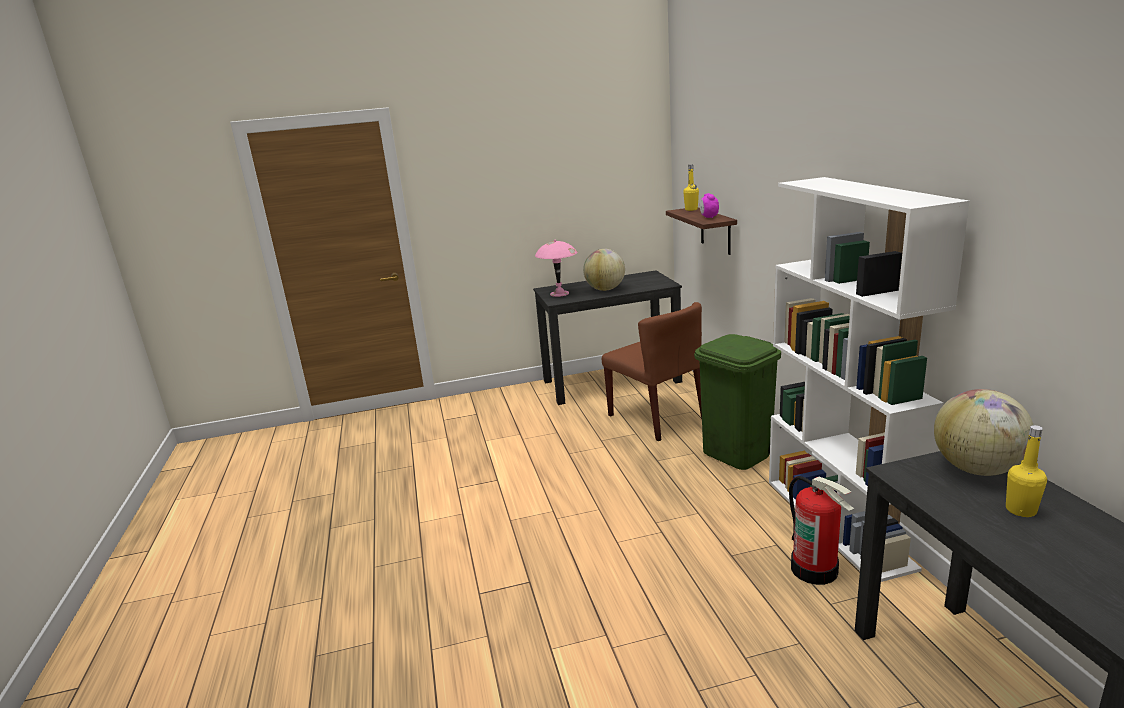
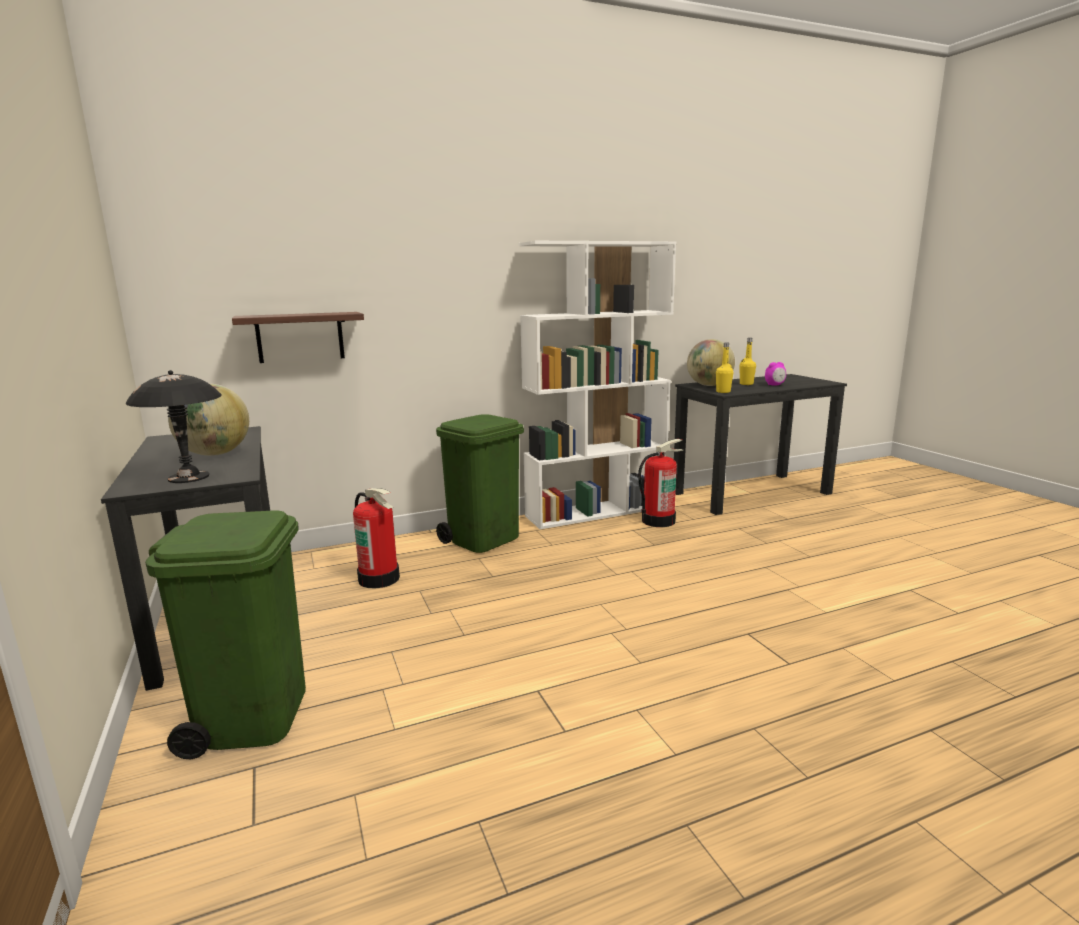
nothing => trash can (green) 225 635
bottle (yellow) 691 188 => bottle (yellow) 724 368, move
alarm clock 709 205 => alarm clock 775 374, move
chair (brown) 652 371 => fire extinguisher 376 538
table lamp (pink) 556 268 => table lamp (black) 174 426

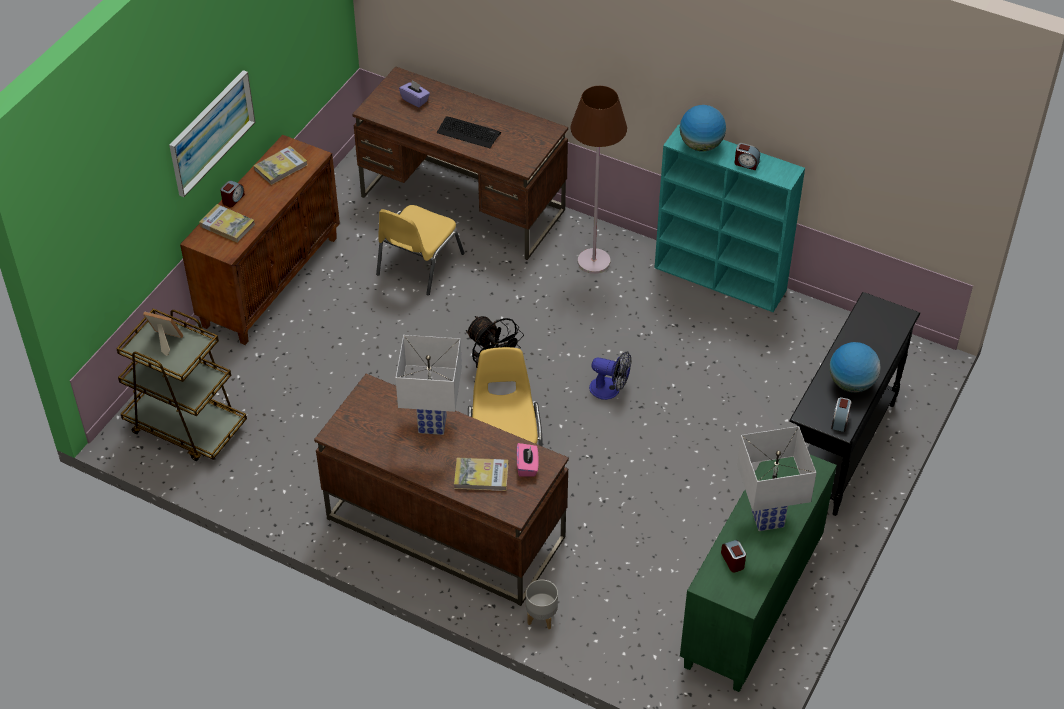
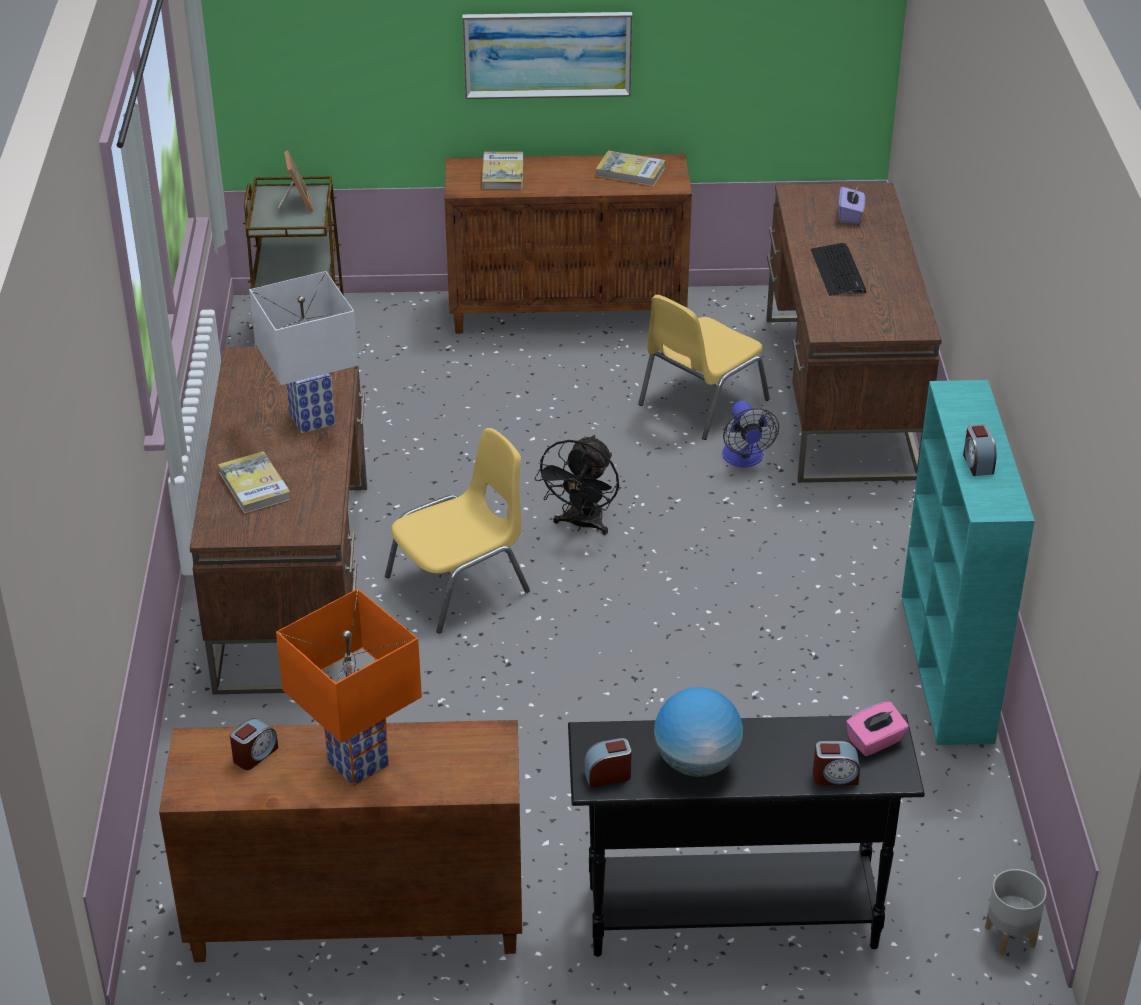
floor lamp (brown) 599 180 => nothing
globe 703 128 => nothing
alarm clock 232 193 => alarm clock 836 763, move
tissue box (pink) 528 460 => tissue box (pink) 877 729, move
planter (grey) 542 604 => planter (grey) 1016 912, move
fan 610 375 => fan 750 434, move
cabinet (green) 758 573 => cabinet (brown) 340 841
table lamp (white) 776 478 => table lamp (orange) 349 687
chair (yellow) 420 250 => chair (yellow) 704 367, 45 degrees counterclockwise

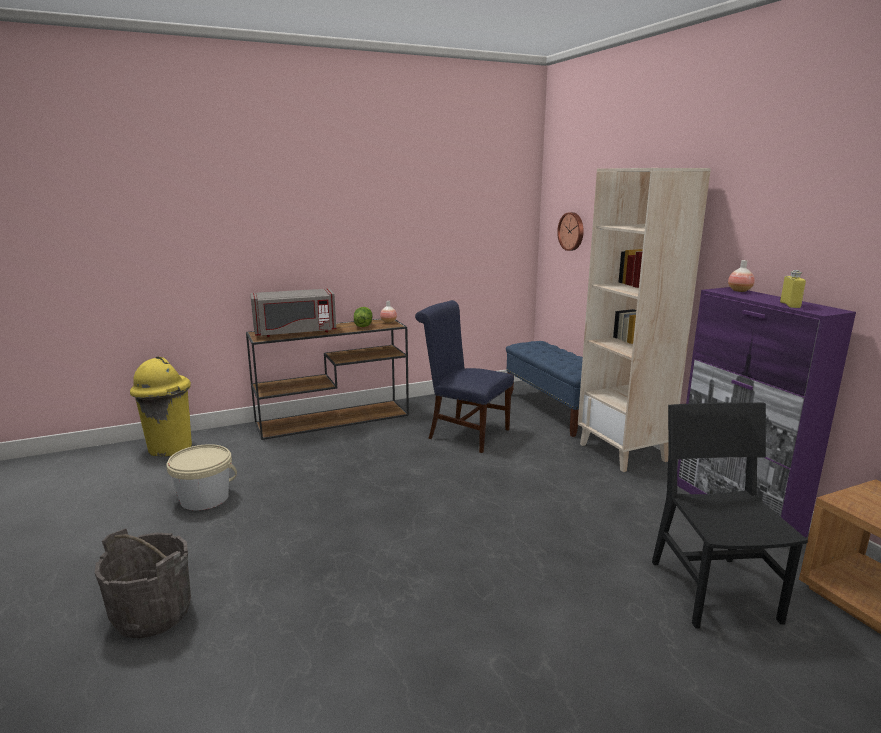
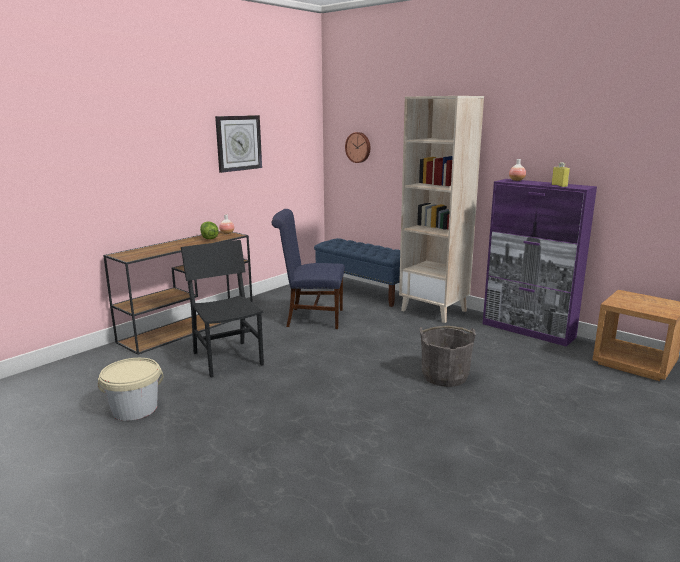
trash can (yellow) 161 407 => nothing
microwave (grey) 293 313 => nothing
nothing => wall clock 238 144
bucket (grey) 143 583 => bucket (grey) 448 356, move
chair (black) 730 515 => chair (black) 222 309, move

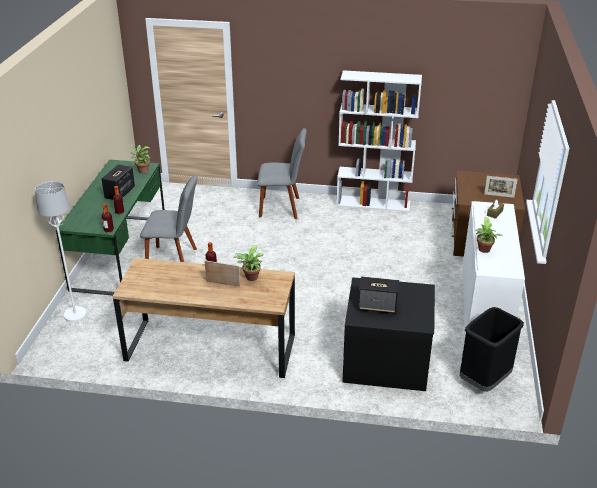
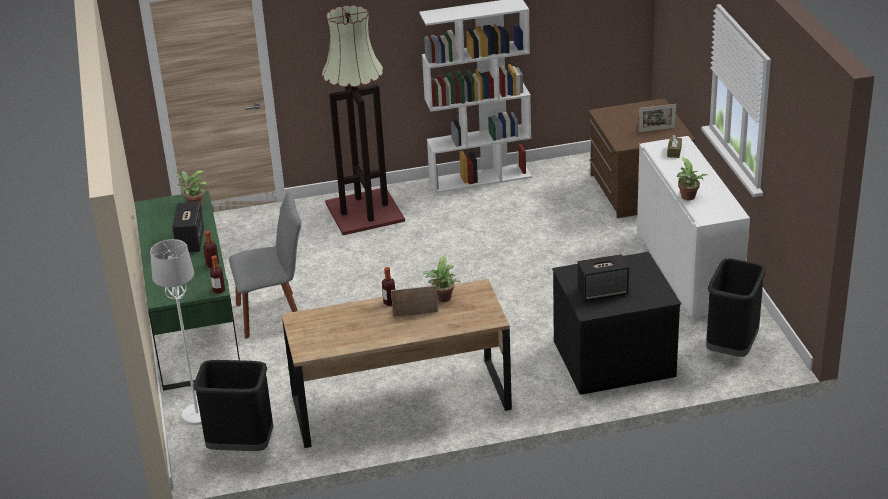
nothing => trash can (black) 233 405
chair (grey) 282 173 => floor lamp 363 119

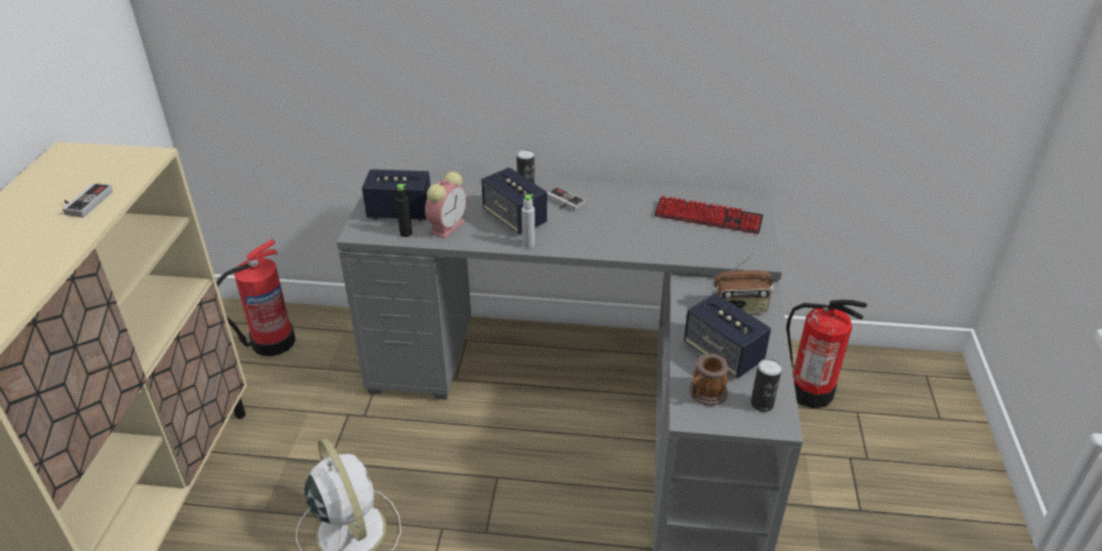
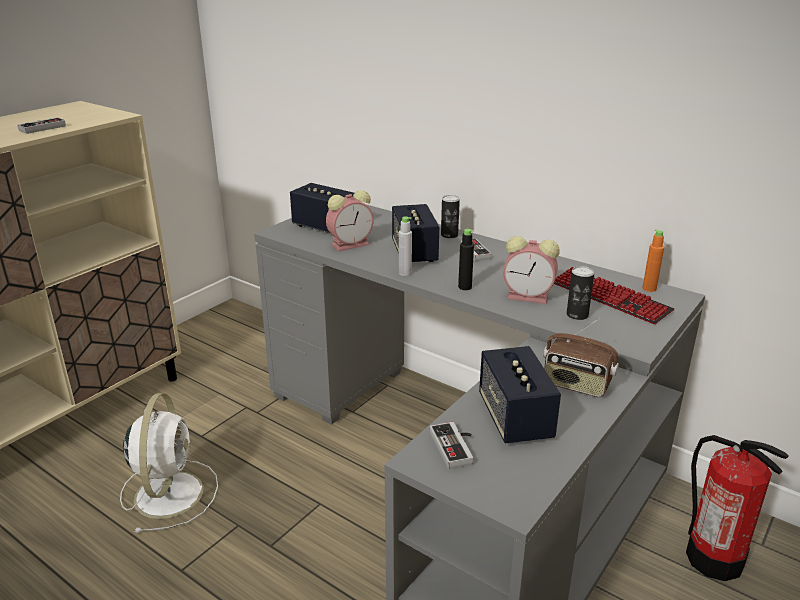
fire extinguisher 256 297 => nothing
nothing => alarm clock 531 270
nothing => bottle (orange) 653 260
bottle (black) 403 210 => bottle (black) 466 259, move
can 766 385 => can 580 293, move
mug 708 380 => game controller 451 445

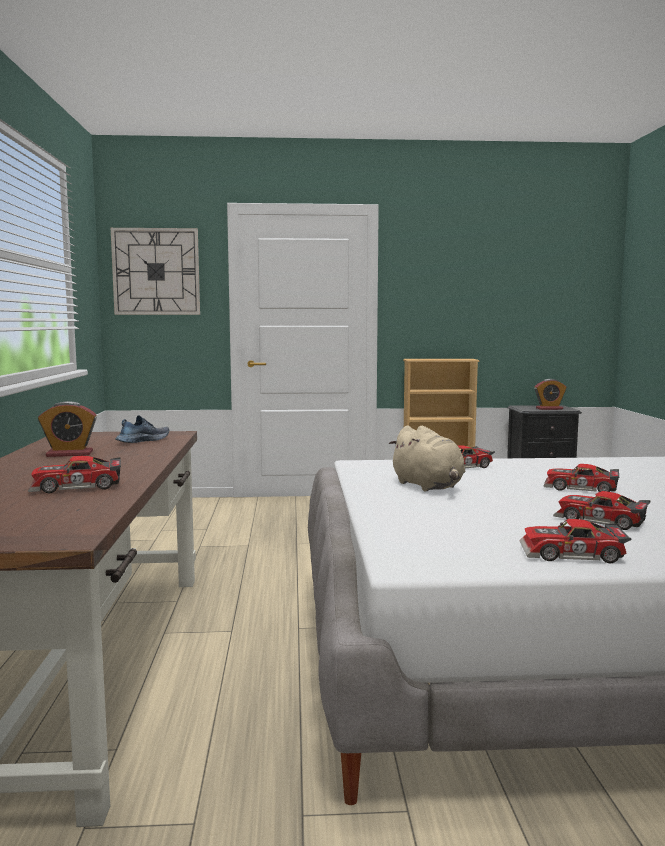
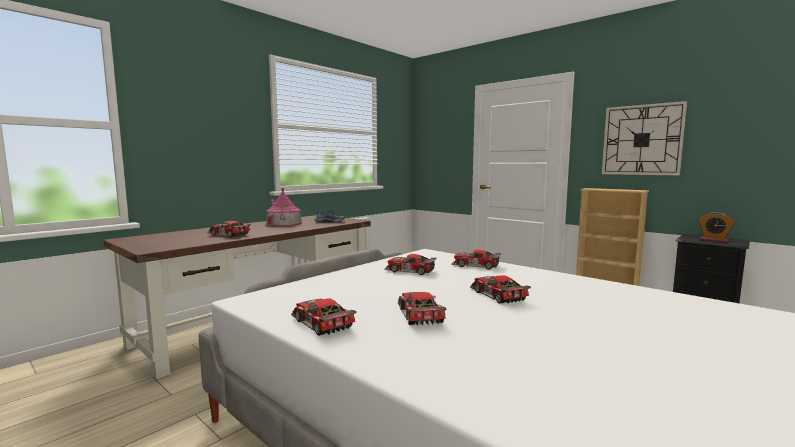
wall clock 155 271 => wall clock 644 138, move
alarm clock 67 429 => toy house 283 207
plush toy (beige) 427 458 => toy car 410 264

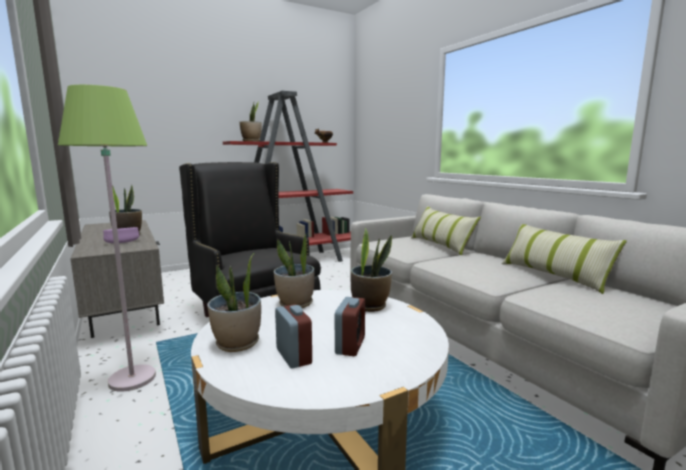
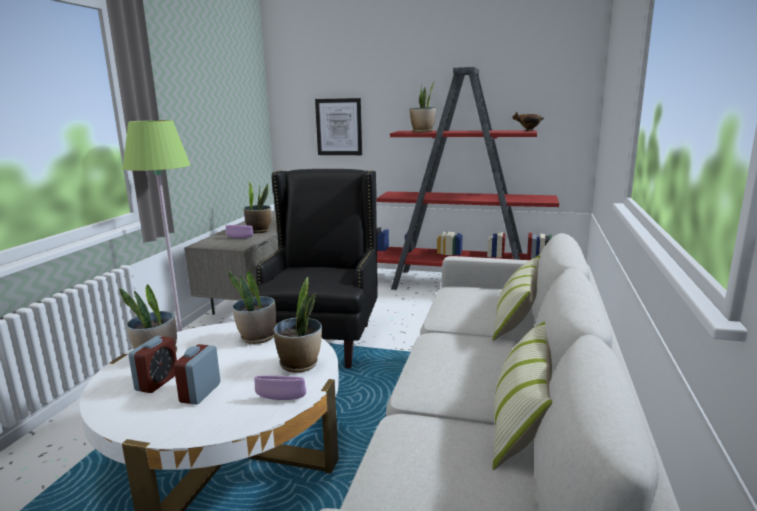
nothing => bowl (purple) 280 388
nothing => picture 338 126
alarm clock 350 326 => alarm clock 197 374, 135 degrees clockwise

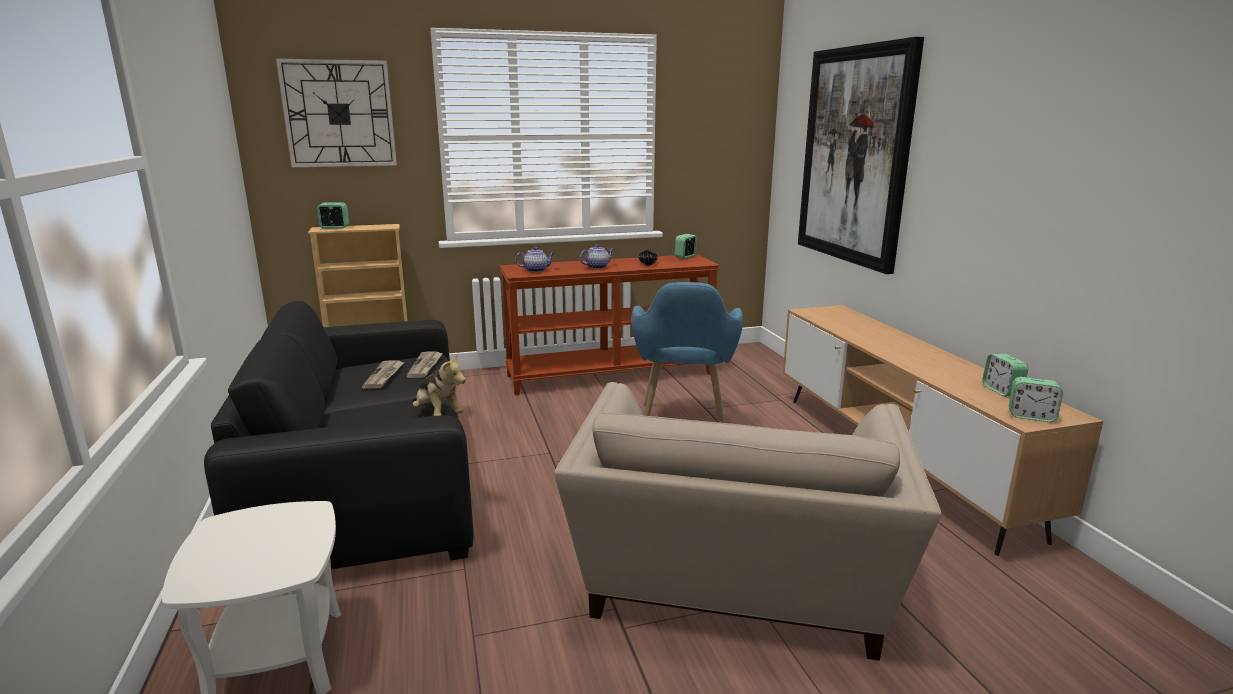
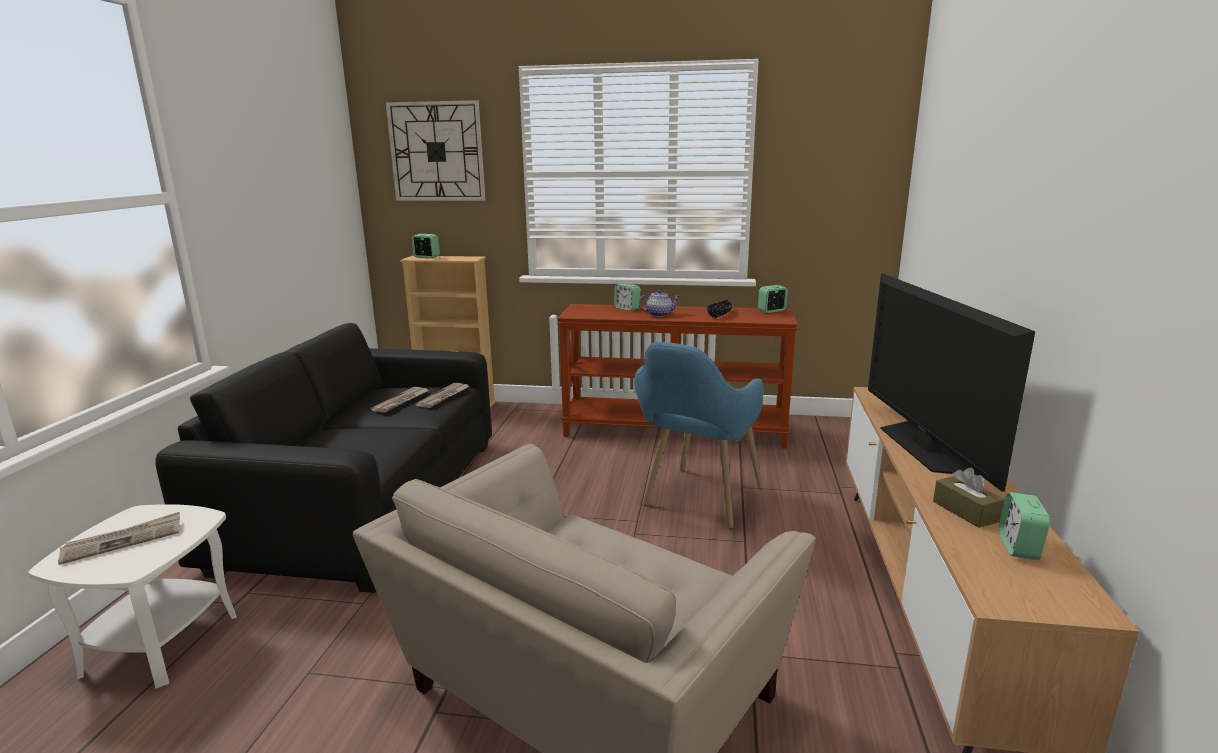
plush toy 439 385 => nothing
teapot 535 259 => nothing
picture 861 155 => nothing
nothing => newspaper 119 538
nothing => television 951 383
nothing => tissue box (brown) 969 497
alarm clock 1036 399 => alarm clock 627 297, move

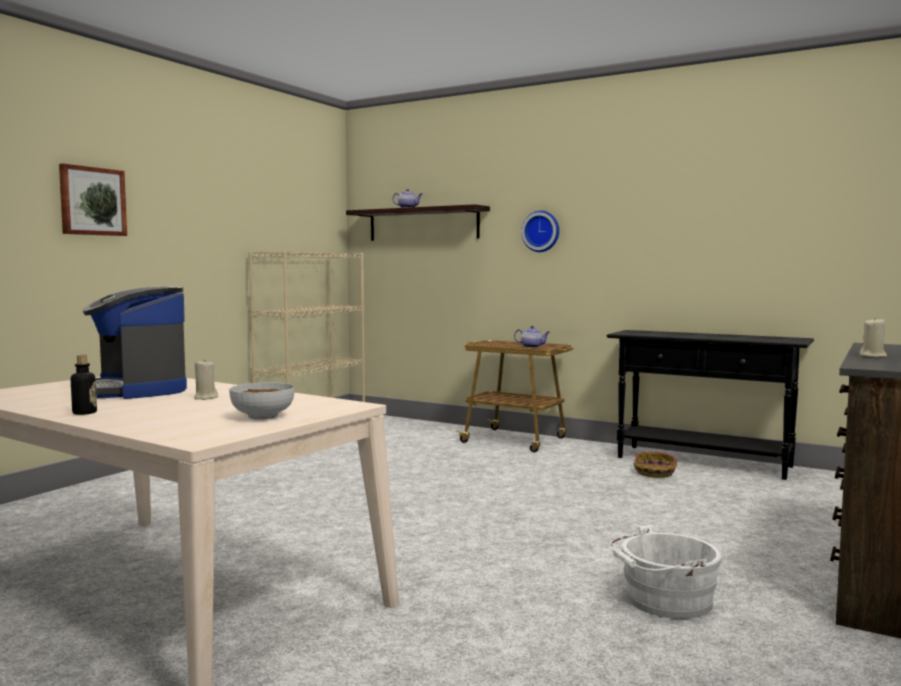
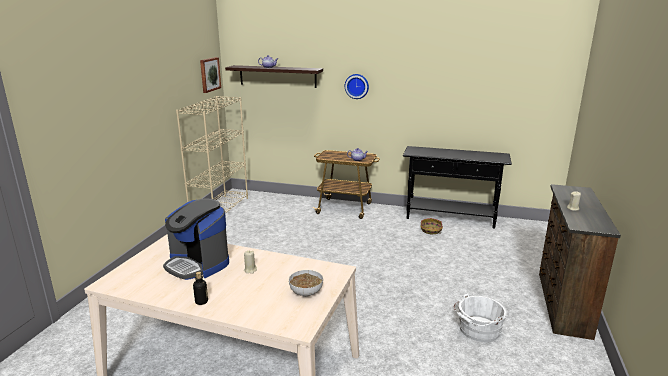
picture 93 200 => picture 210 75, move

